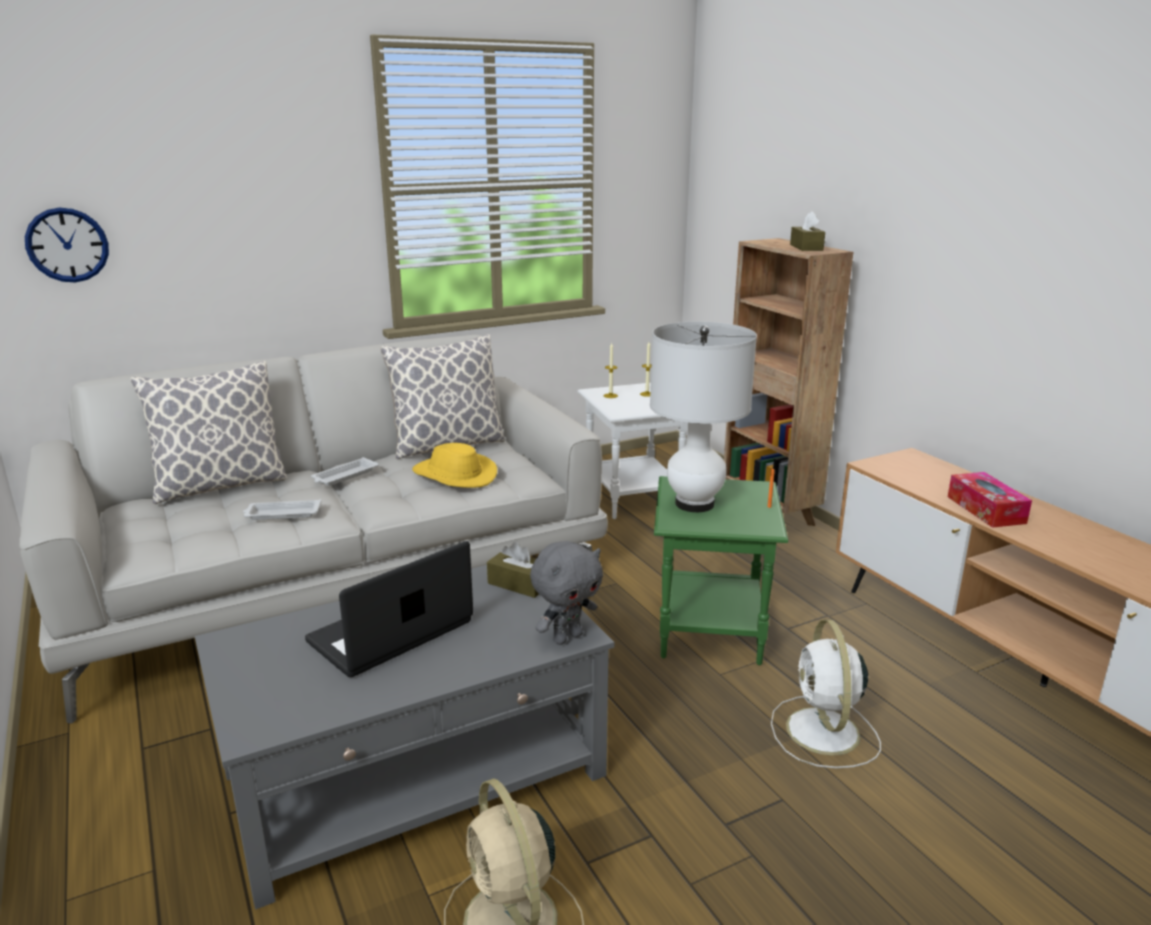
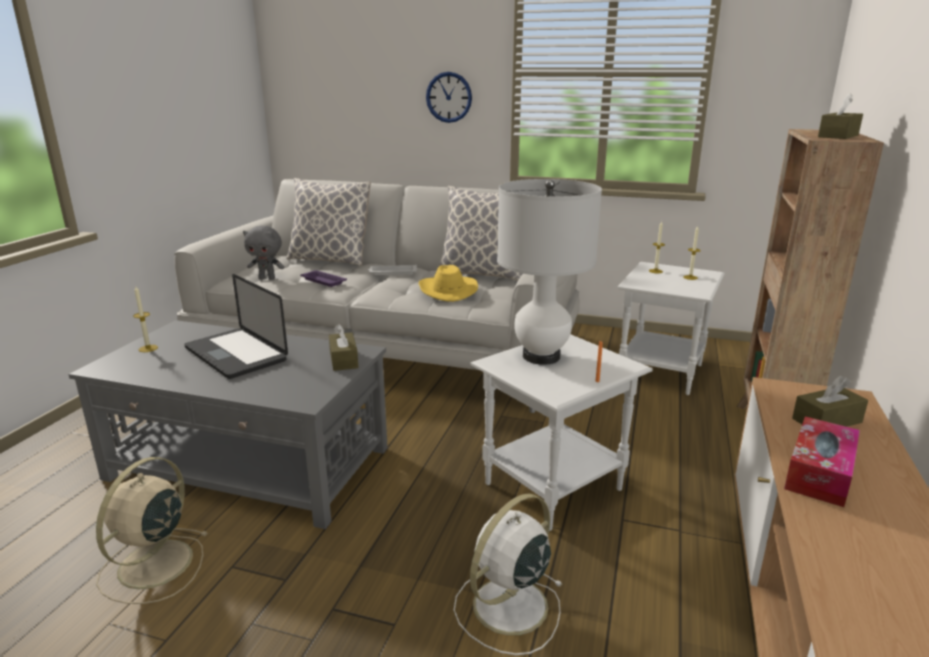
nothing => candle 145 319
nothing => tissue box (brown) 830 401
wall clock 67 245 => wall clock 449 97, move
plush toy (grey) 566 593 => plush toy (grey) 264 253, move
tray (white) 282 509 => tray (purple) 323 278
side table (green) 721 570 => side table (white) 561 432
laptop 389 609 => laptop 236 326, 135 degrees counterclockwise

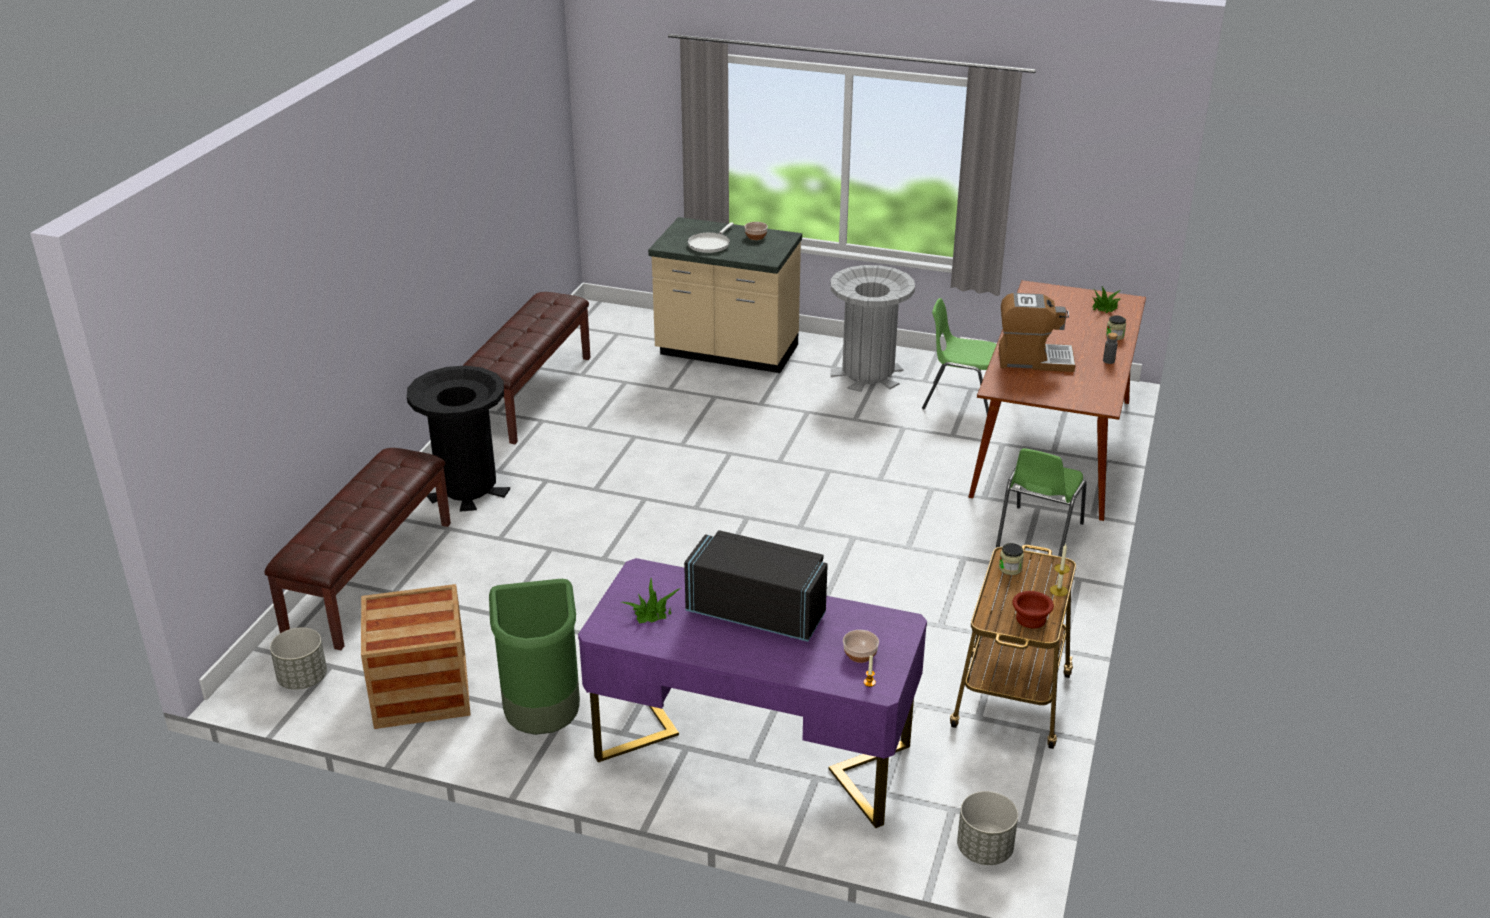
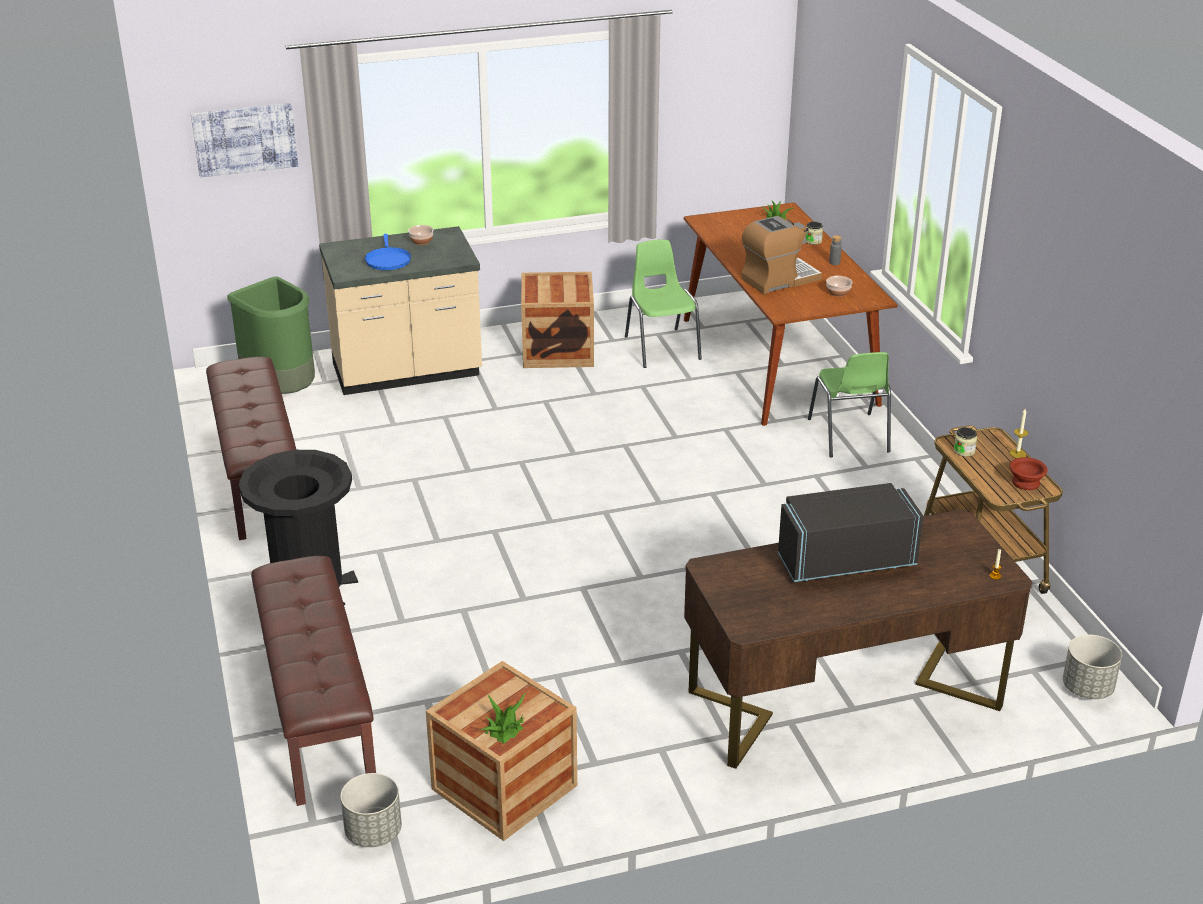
nothing => picture 244 140
trash can (green) 534 657 => trash can (green) 271 335, move
potted plant 650 600 => potted plant 503 718, move
bowl 861 646 => bowl 839 286, move
trash can (grey) 873 328 => crate 557 320
desk (purple) 752 693 => desk (brown) 858 639
frying pan (white) 710 237 => frying pan (blue) 388 252
chair (green) 959 356 => chair (green) 663 304, 90 degrees clockwise

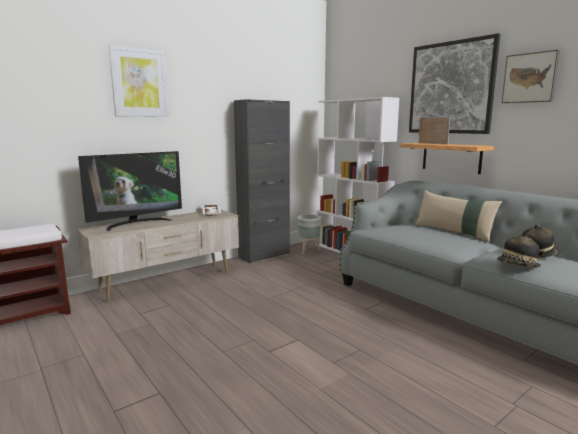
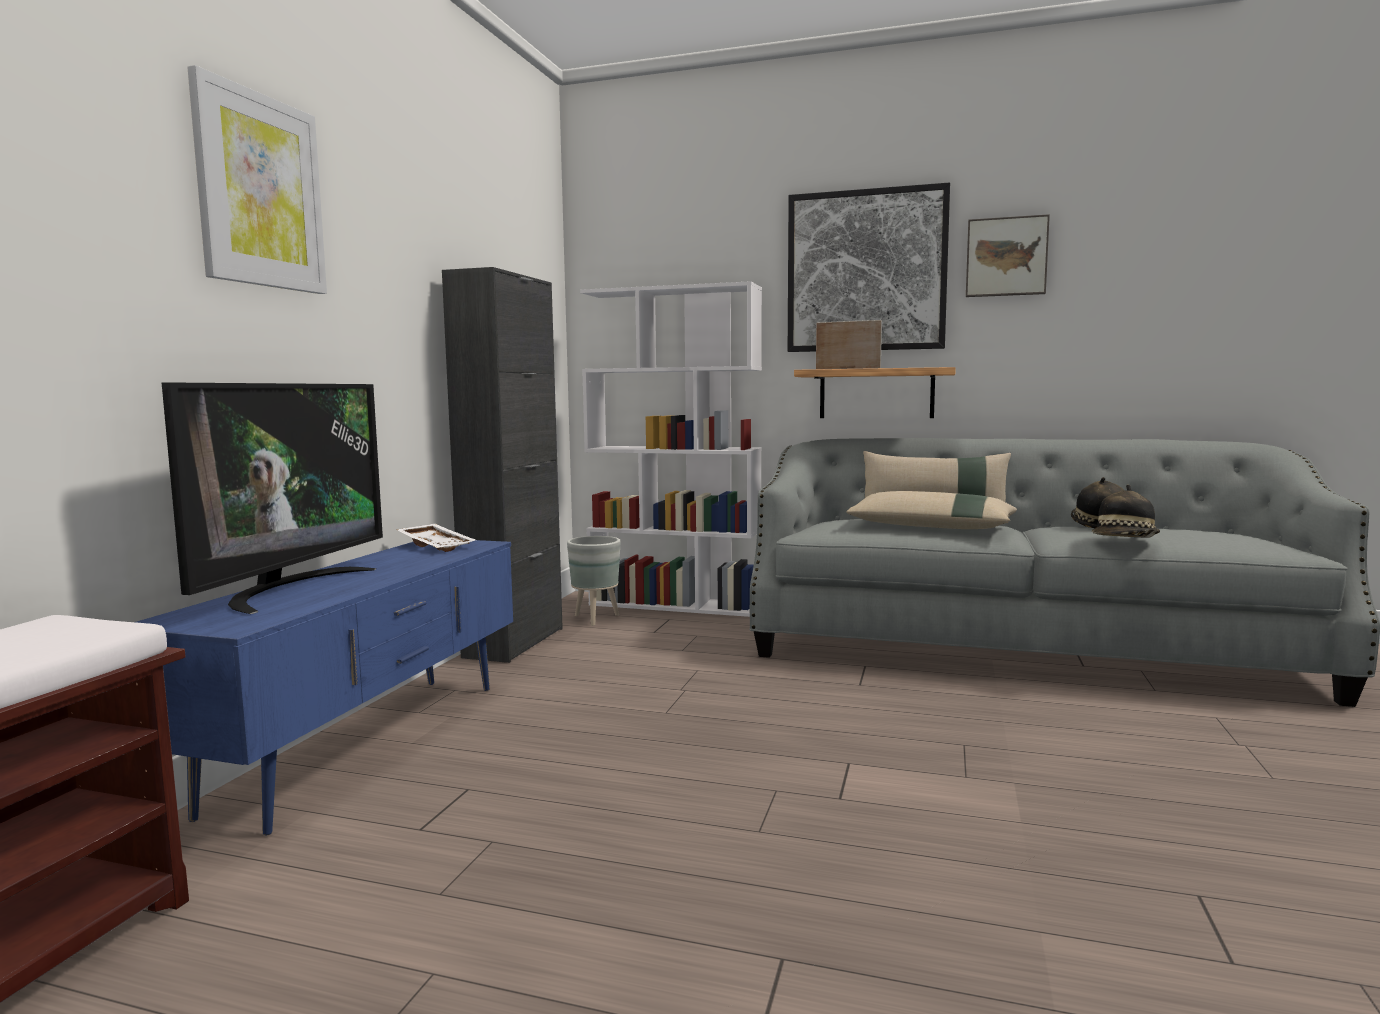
nothing => pillow (beige) 931 510
tv stand (beige) 158 255 => tv stand (blue) 324 688

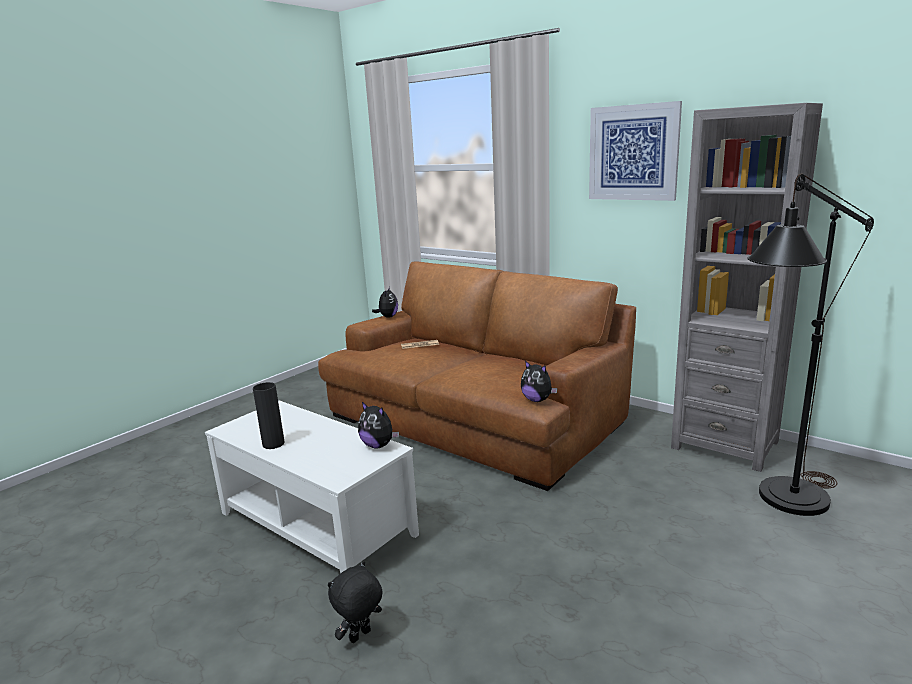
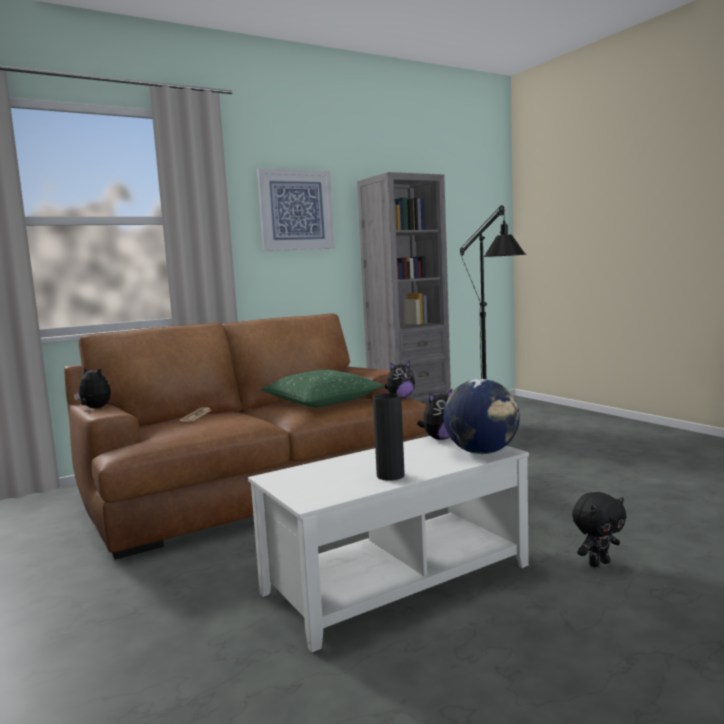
nothing => pillow (green) 322 388
nothing => globe 481 416
plush toy (black) 355 602 => plush toy (black) 599 529, 90 degrees counterclockwise

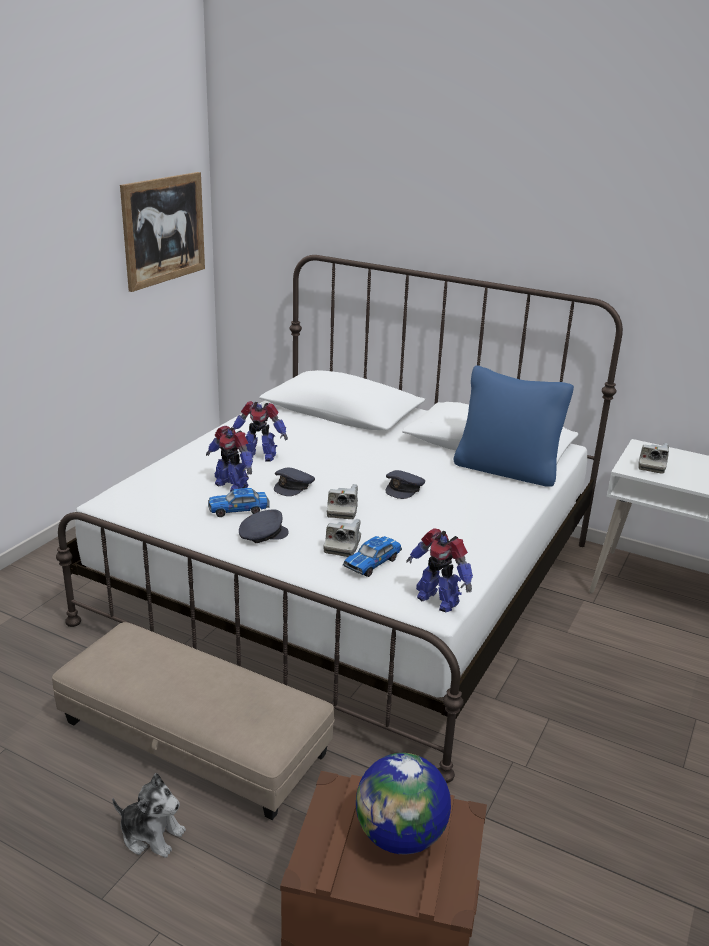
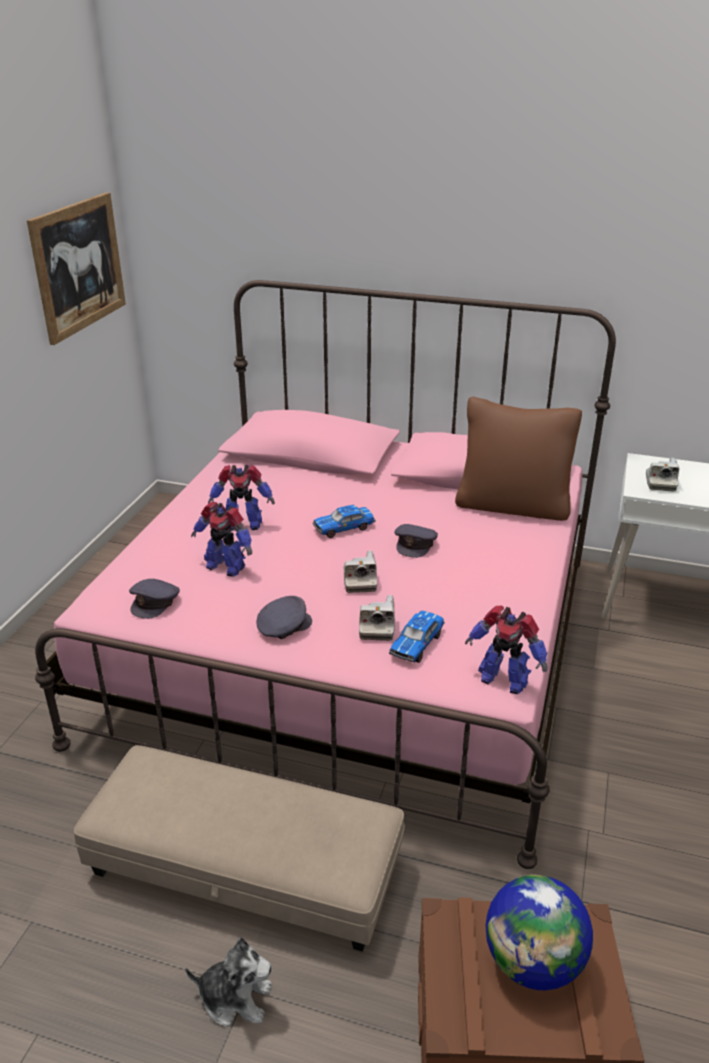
toy car 239 502 => toy car 344 521, move
cap (grey) 294 482 => cap (grey) 154 599, move
bed (white) 339 519 => bed (pink) 325 574
pillow (blue) 514 426 => pillow (brown) 518 459

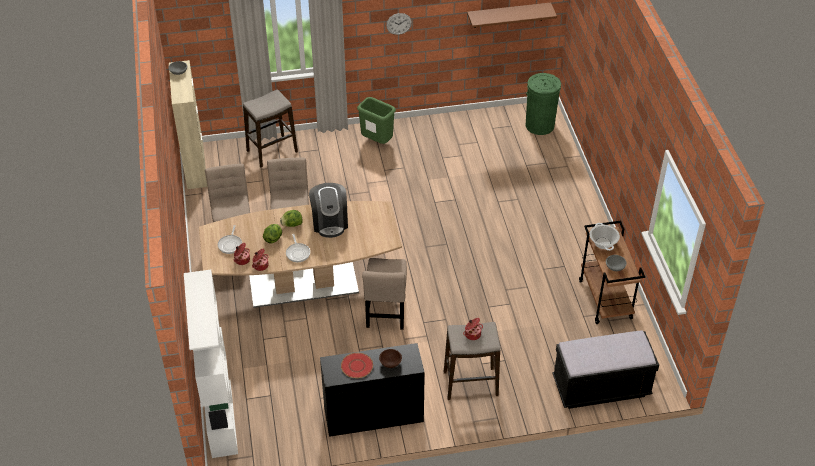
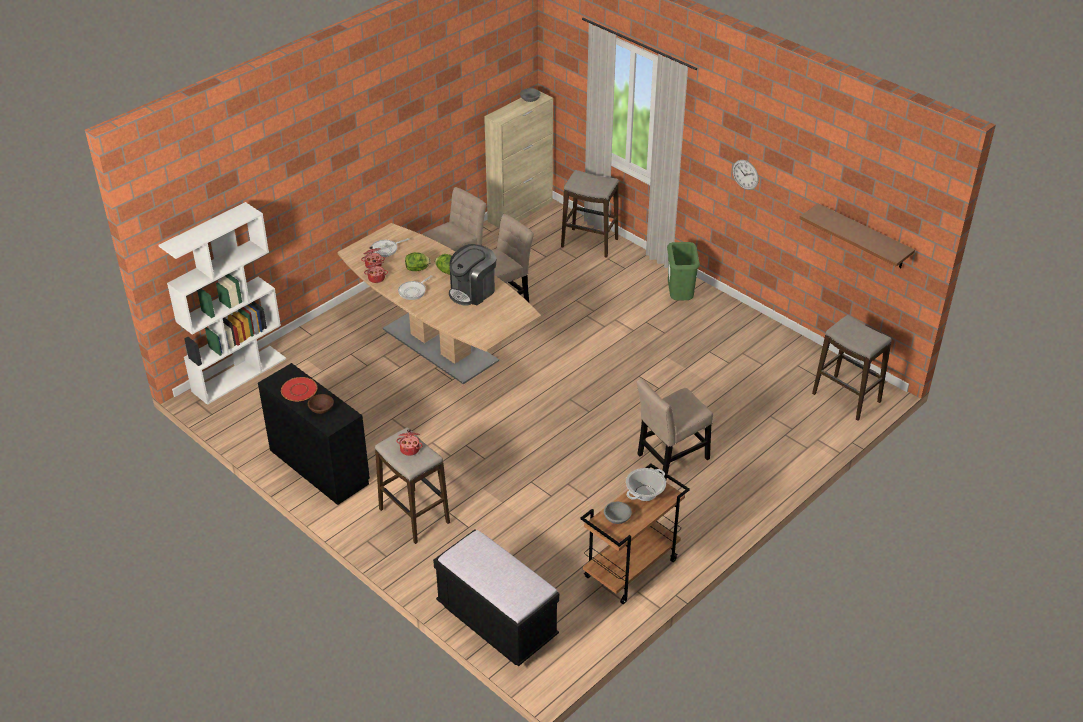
chair (beige) 384 294 => chair (beige) 675 429, move
trash can (green) 543 104 => stool 852 367

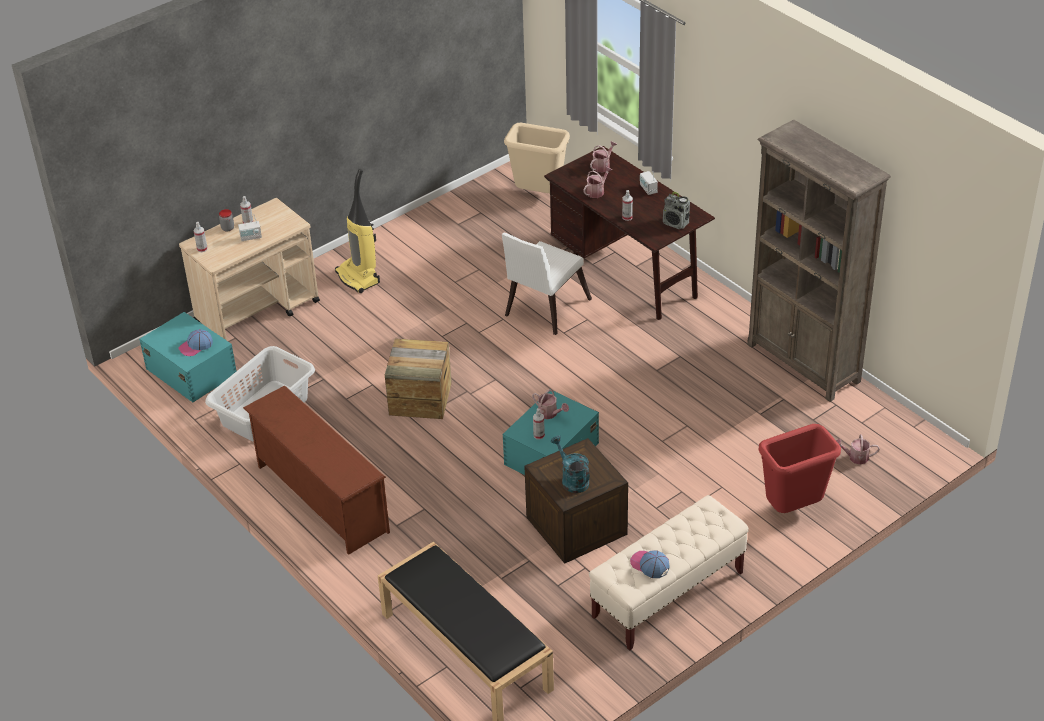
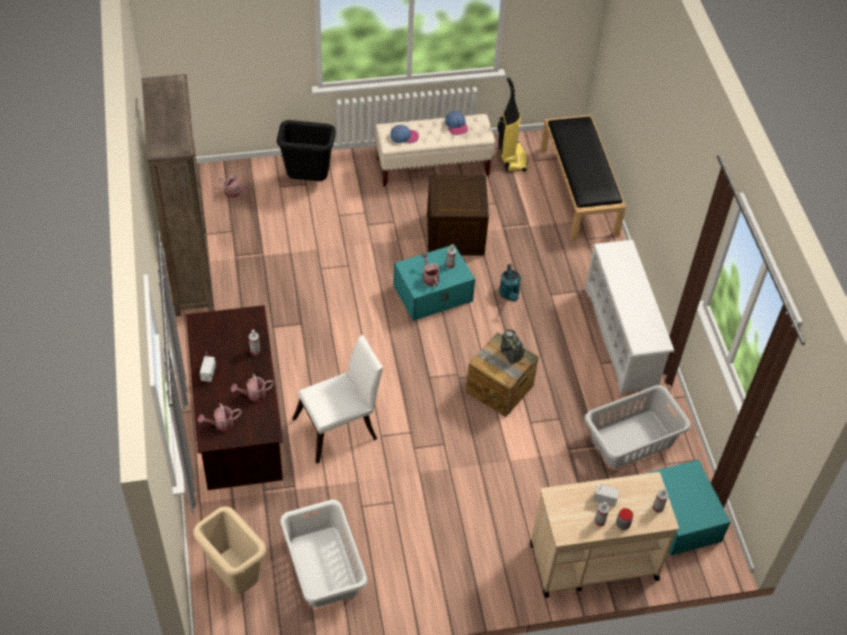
nothing => laundry basket (white) 324 553
cap 195 342 => cap 405 134, move
vacuum cleaner 357 231 => vacuum cleaner 512 125, move
watering can (turquoise) 570 464 => watering can (turquoise) 510 283, move
radio 676 210 => radio 513 347, move
shoe rack (brown) 316 470 => shoe rack (white) 629 317
trash can (red) 799 468 => trash can (black) 306 150

